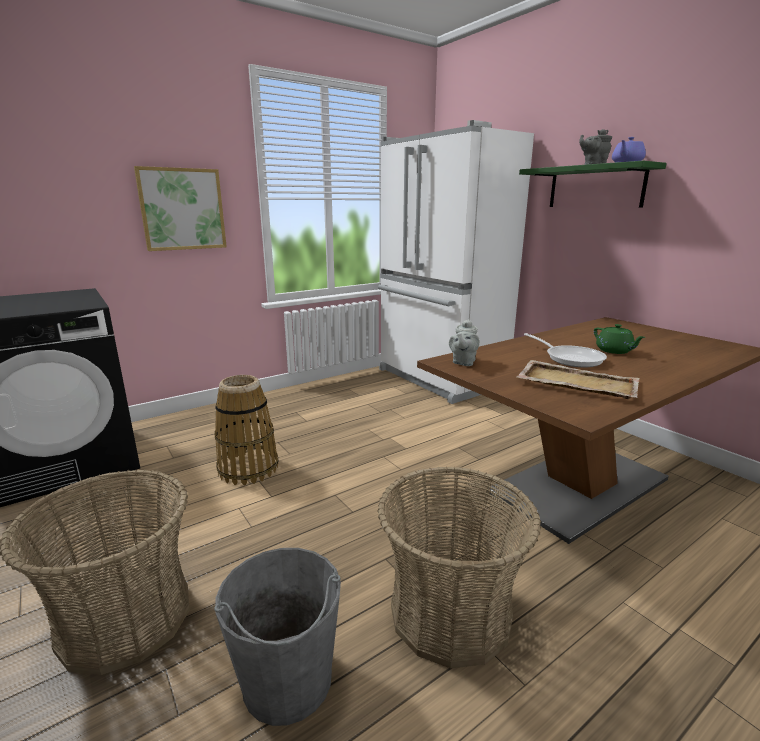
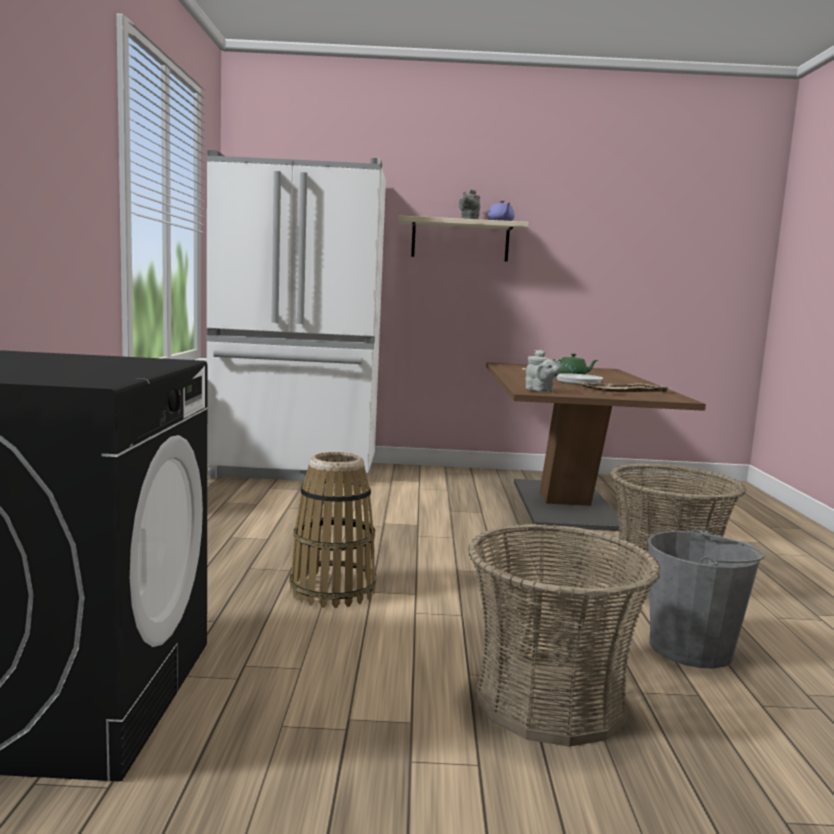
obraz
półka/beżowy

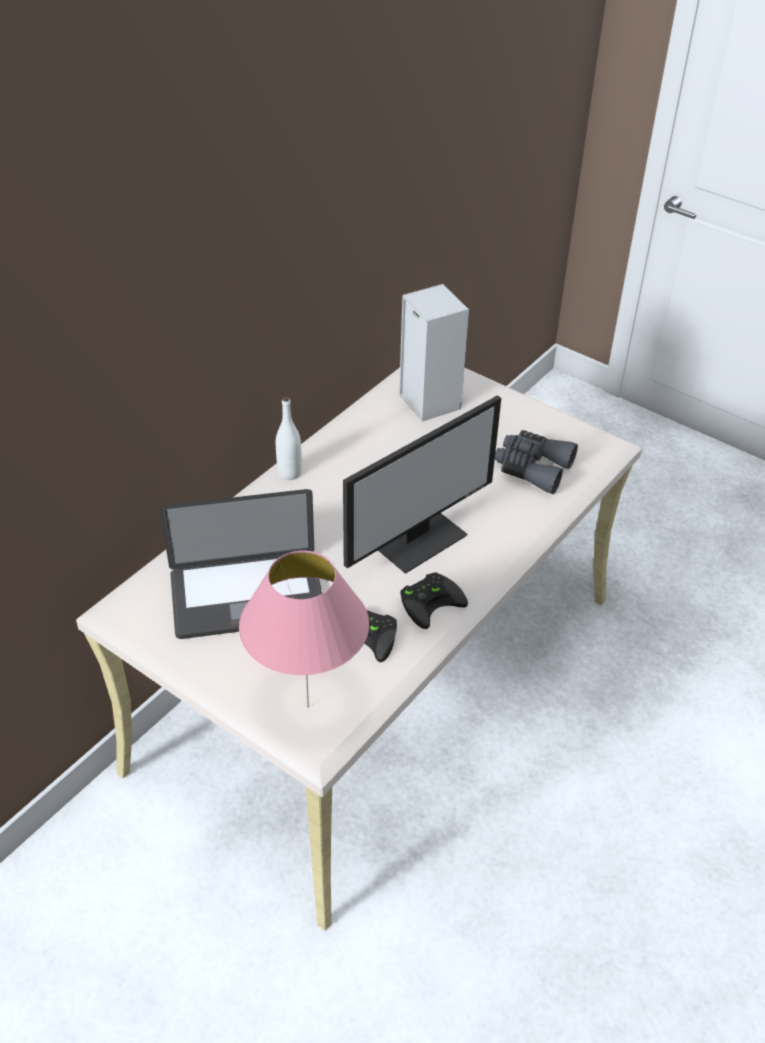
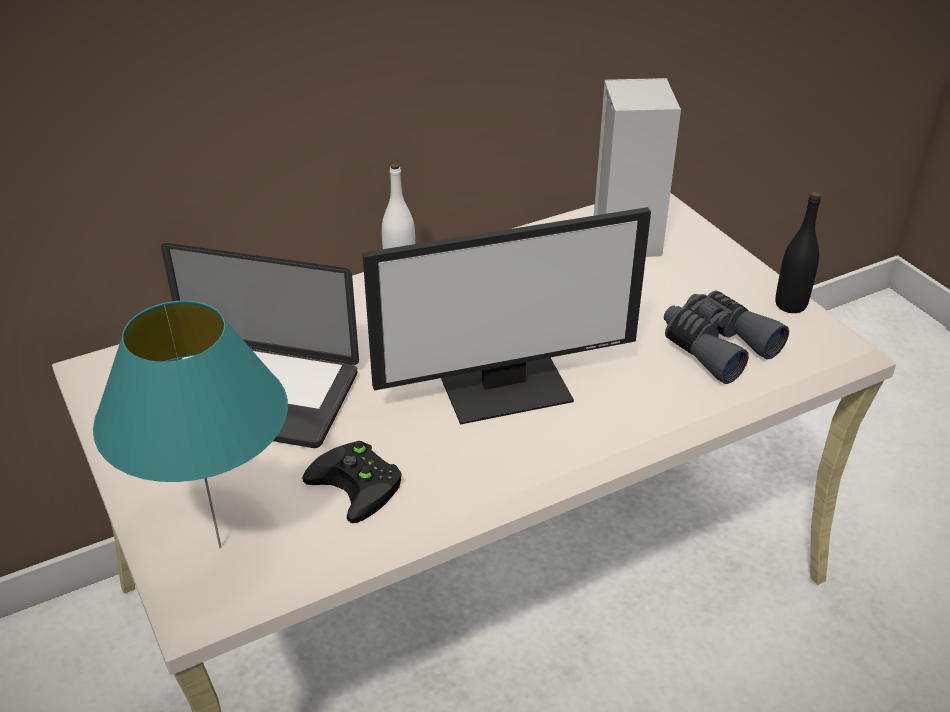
pad do gier/czarny (2nd from left in the first image)
butelka/czarny
lampa stołowa/turkusowy

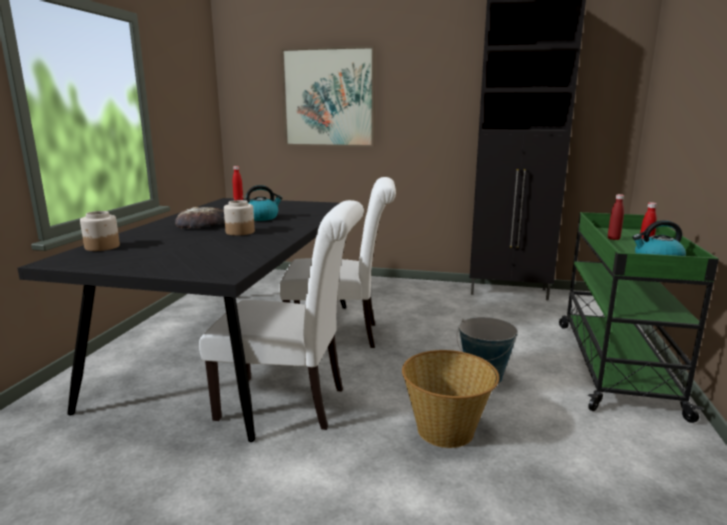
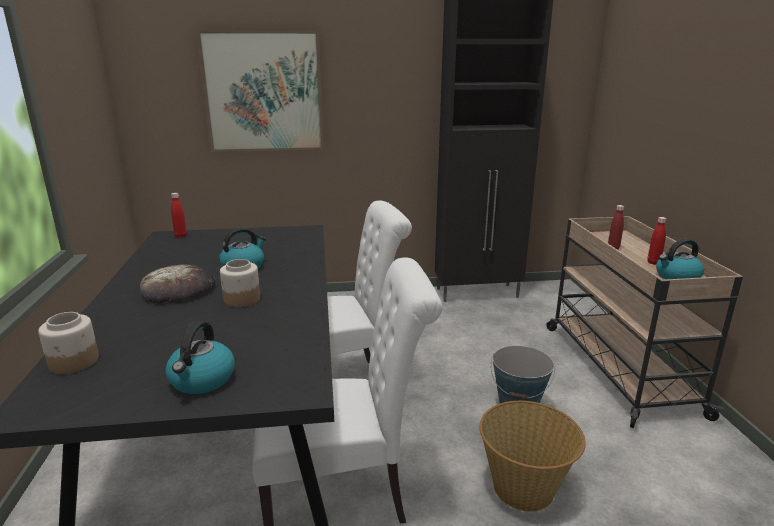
czajnik (1st from left)
wózek/beżowy

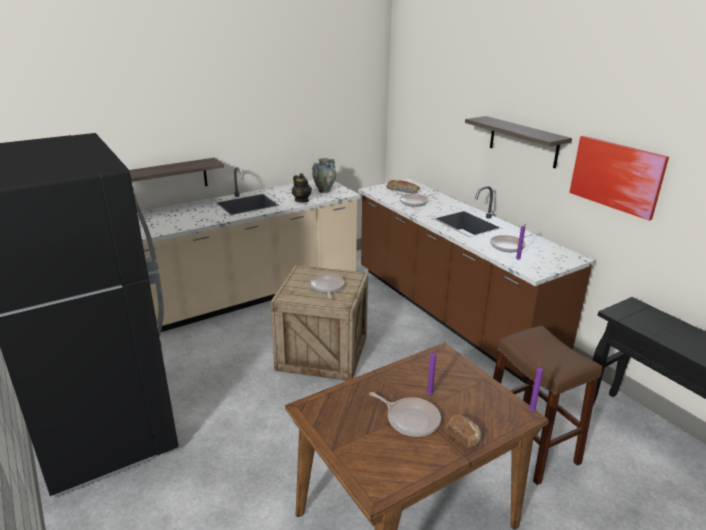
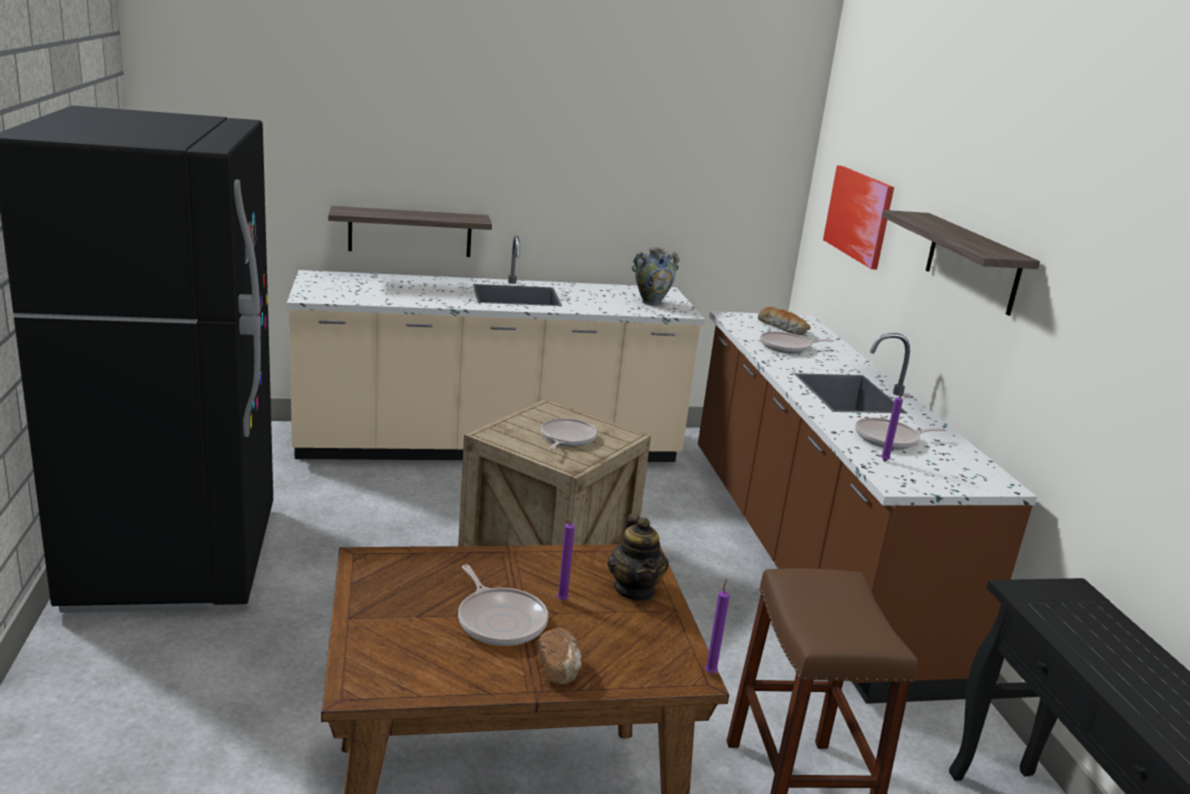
imbryk
obraz

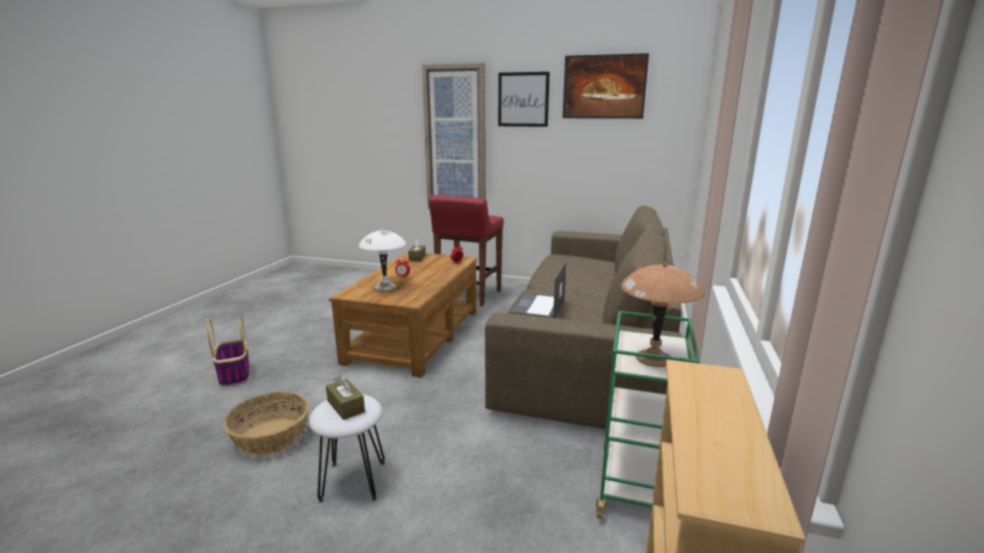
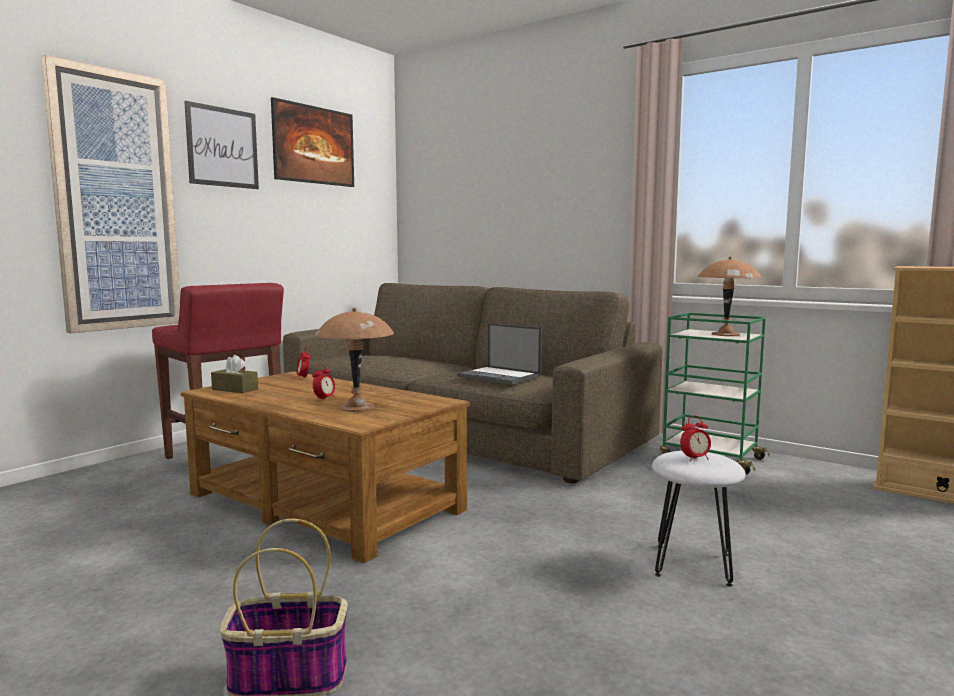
koszyk (2nd from left in the first image)
budzik (3rd from left)
lampa stołowa/brązowy (1st from left)

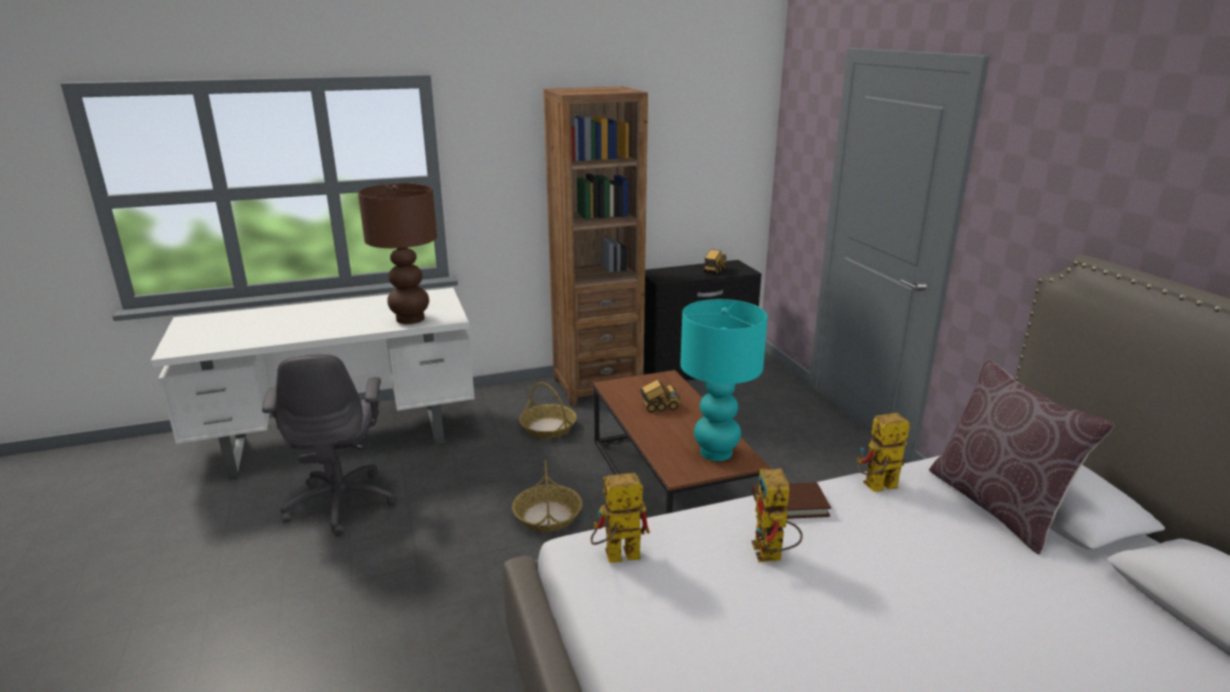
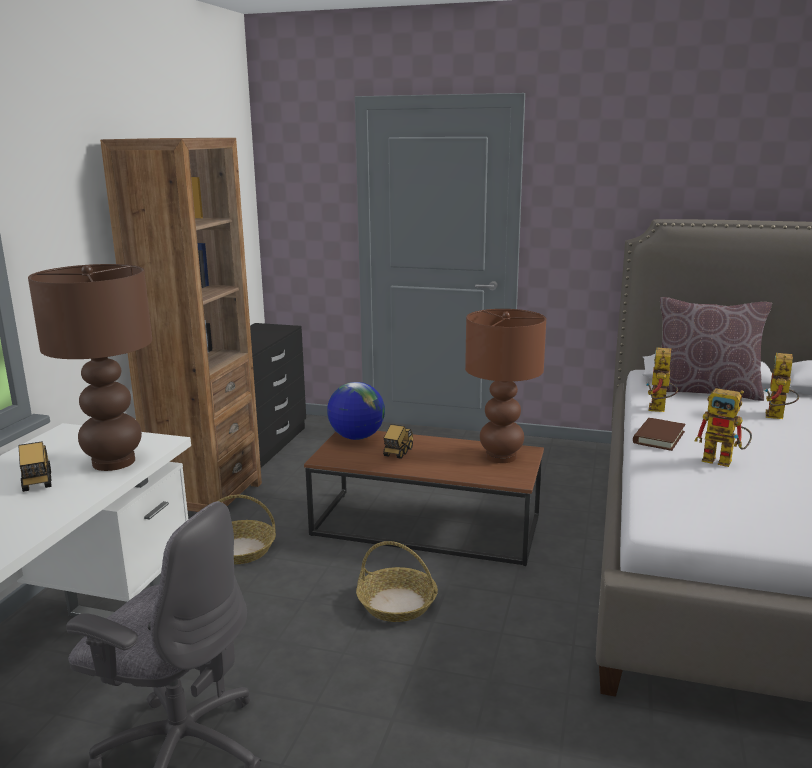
globus
robot zabawkowy (3rd from left)
ciężarówka zabawkowa (1st from left)
lampa stołowa/brązowy (2nd from left)

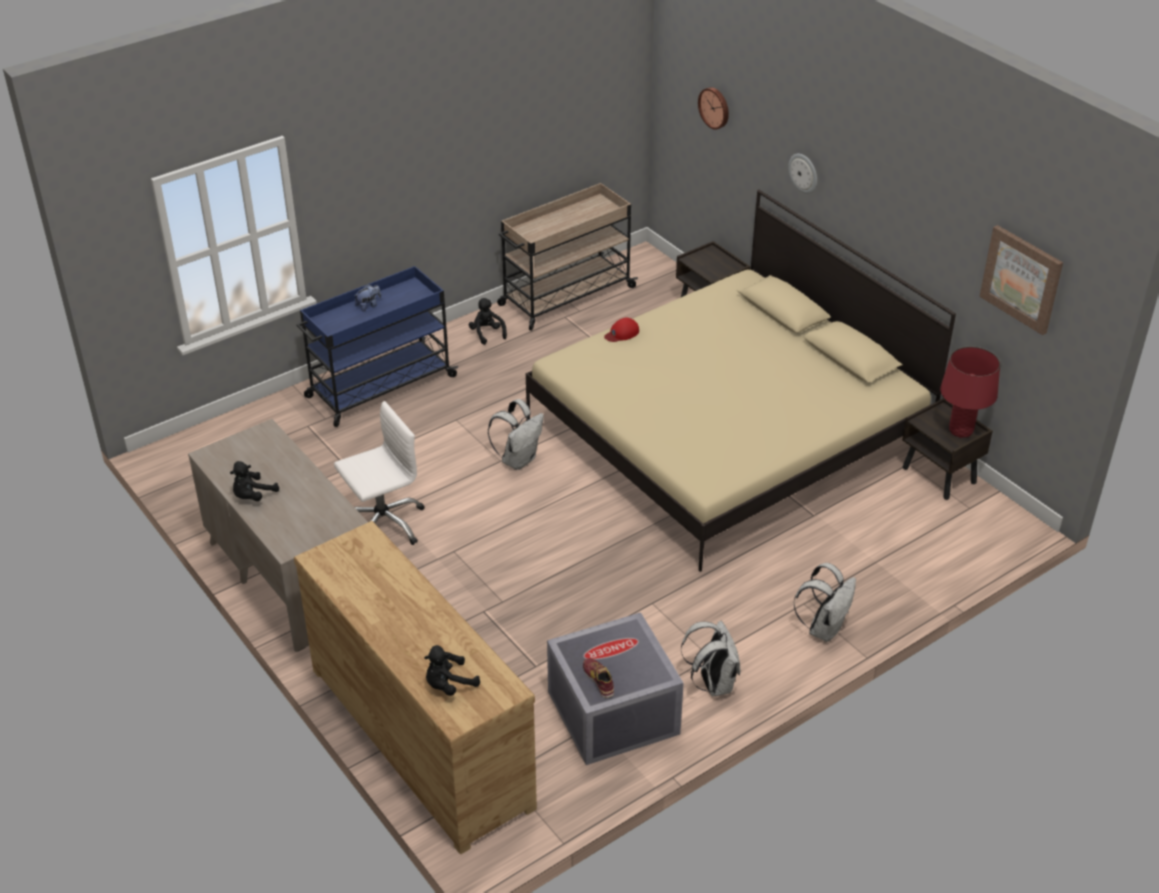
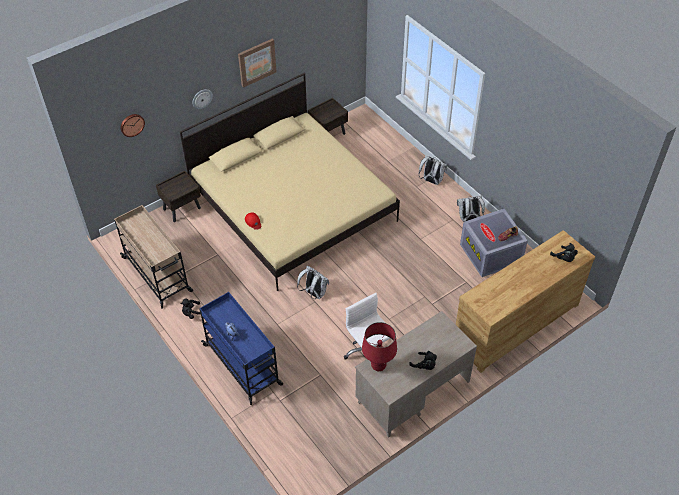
lampa stołowa/czerwony
obraz

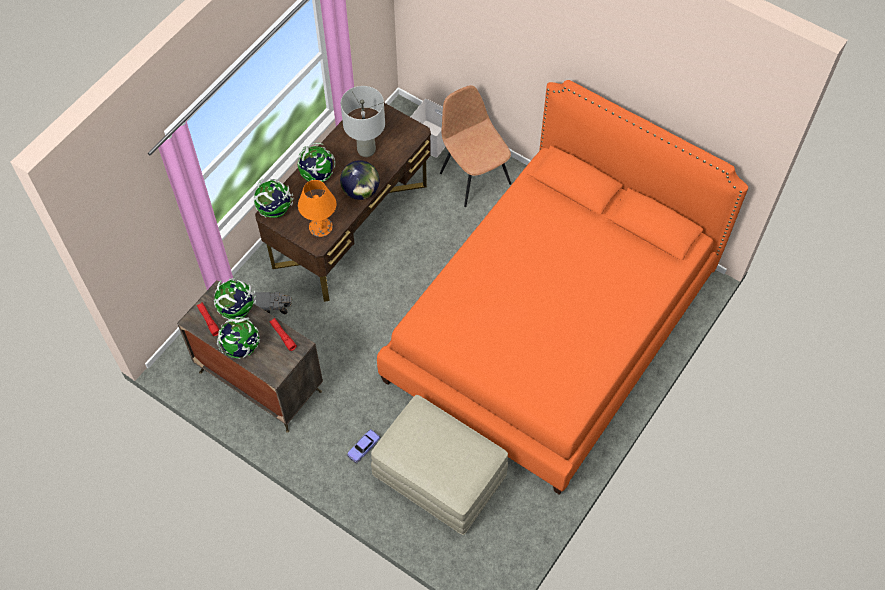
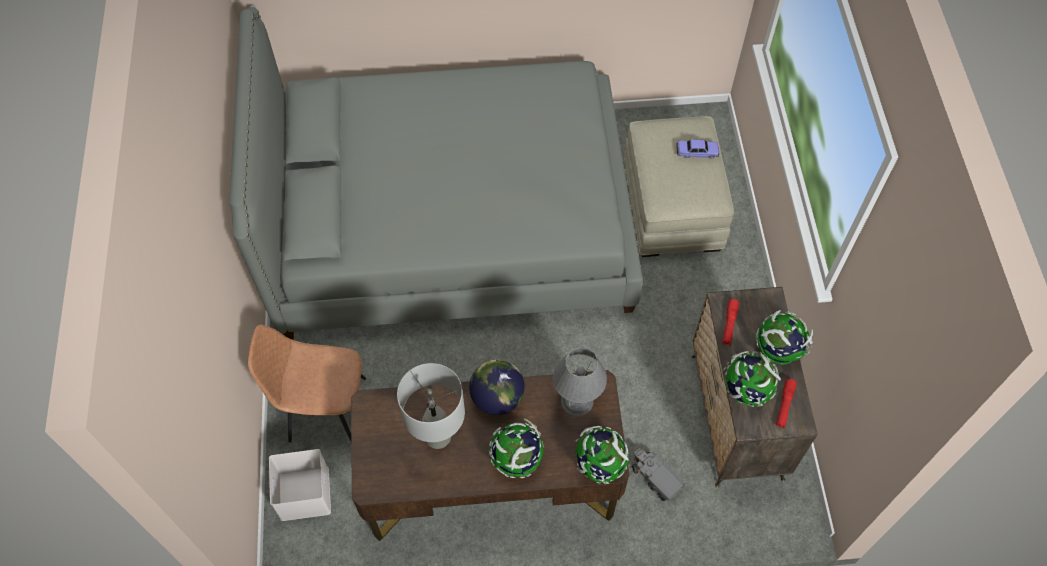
samochodzik
lampa stołowa/szary (2nd from left)
łóżko/szary
krzesło/brązowy

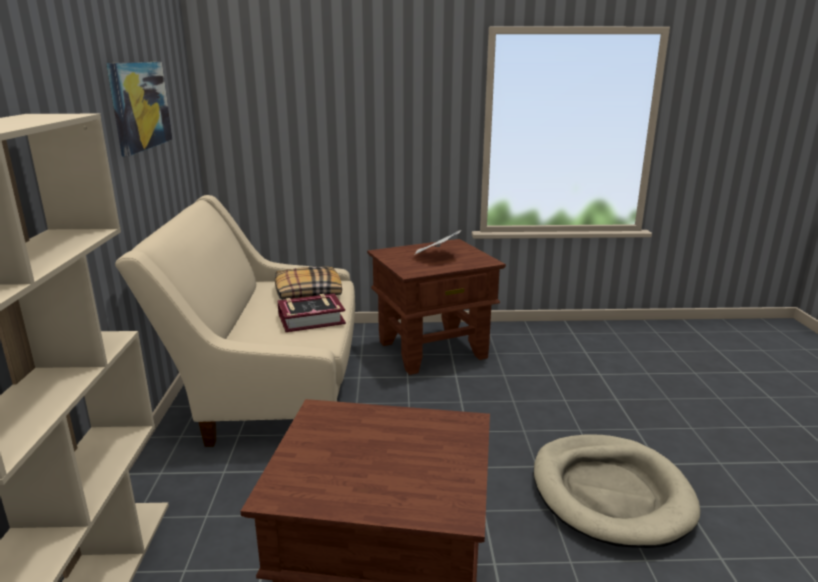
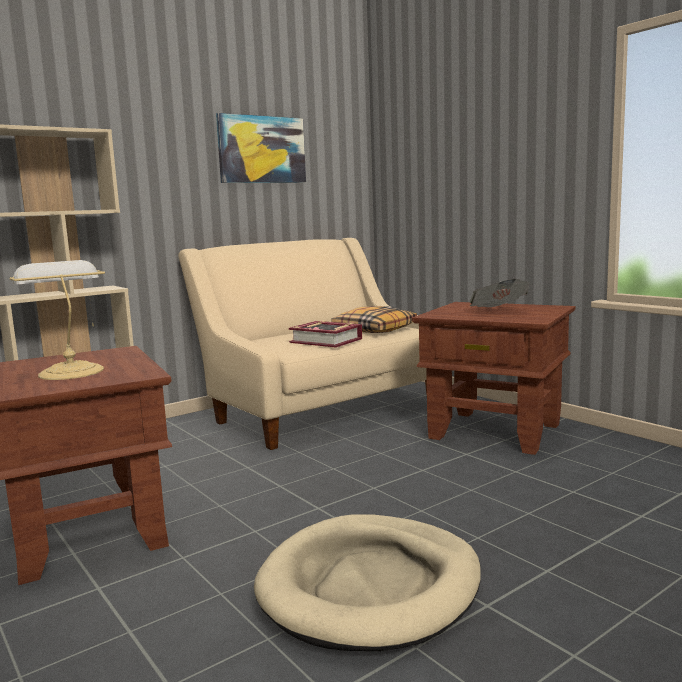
lampa stołowa

